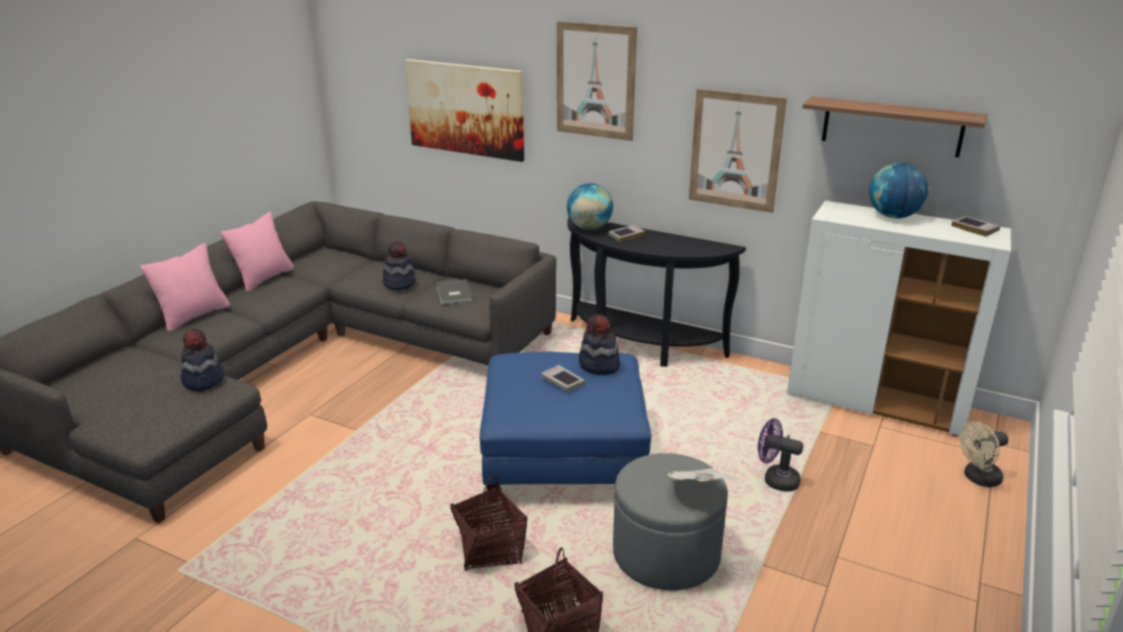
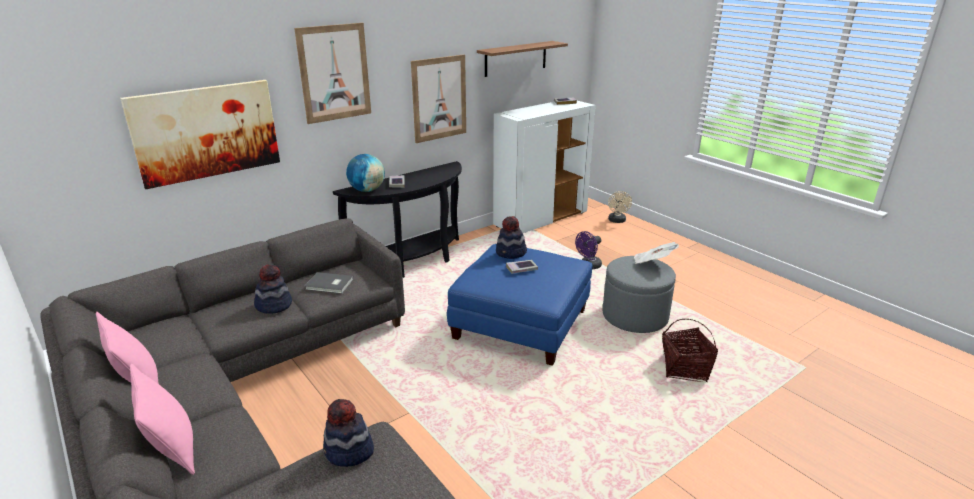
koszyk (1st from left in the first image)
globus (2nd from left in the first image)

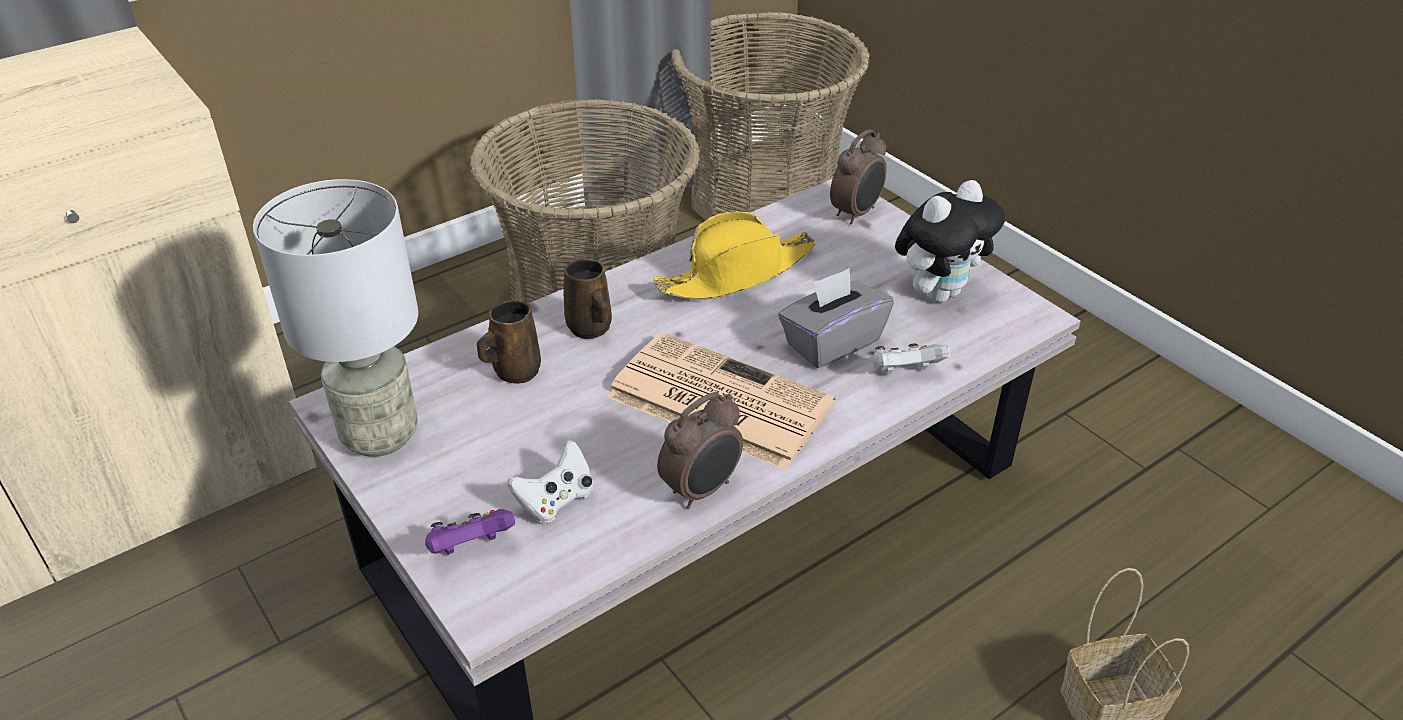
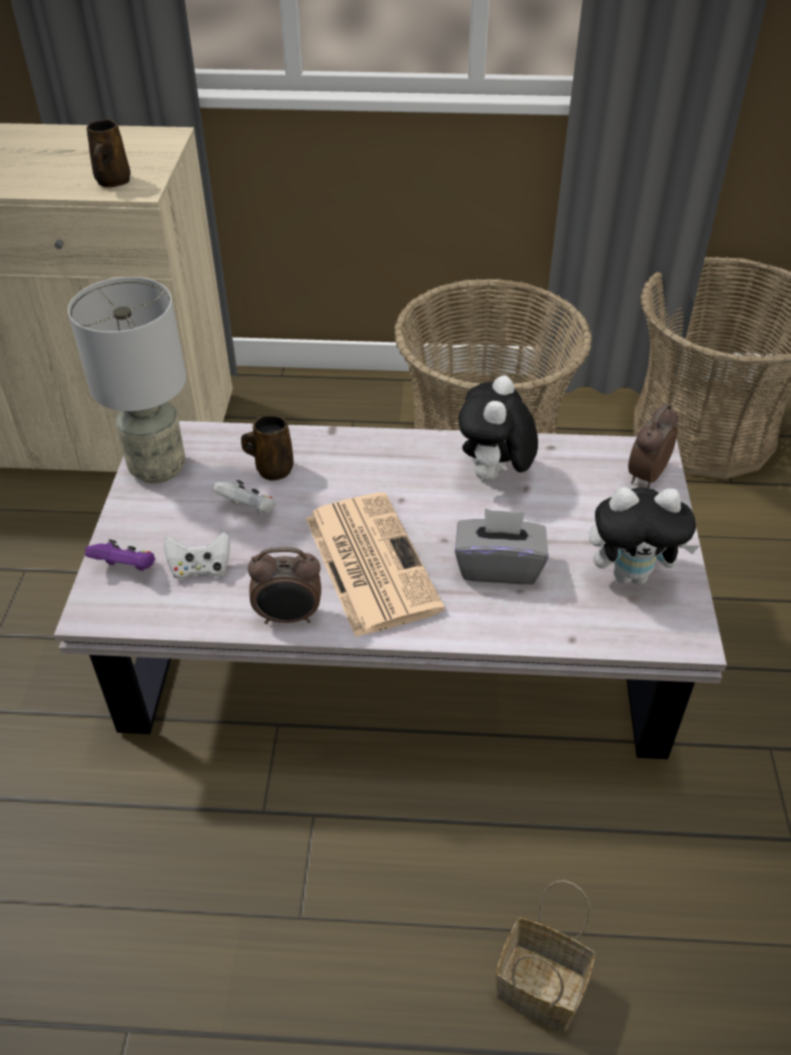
kubek/brązowy (1st from left)
pad do gier/biały (2nd from left)
pluszak (1st from left)
budzik (2nd from left)

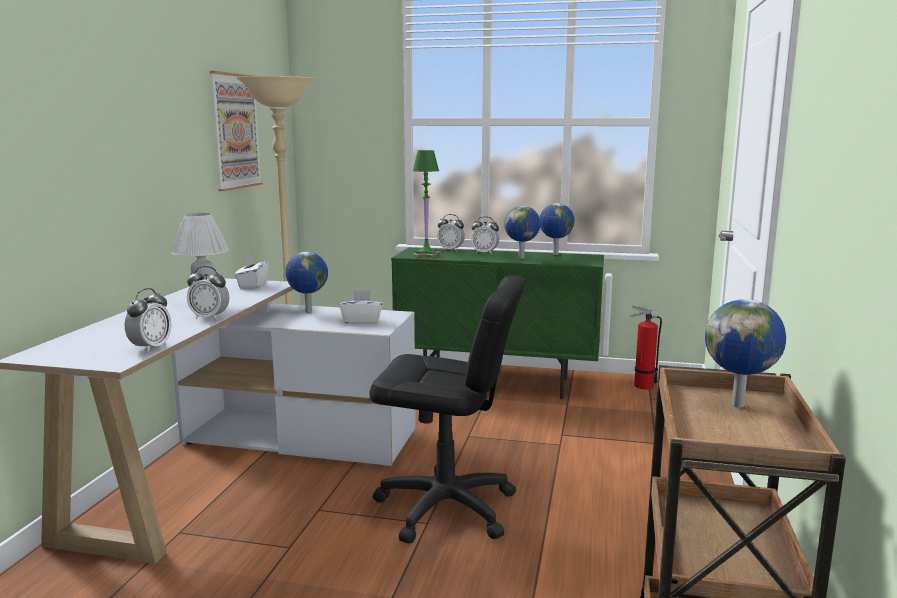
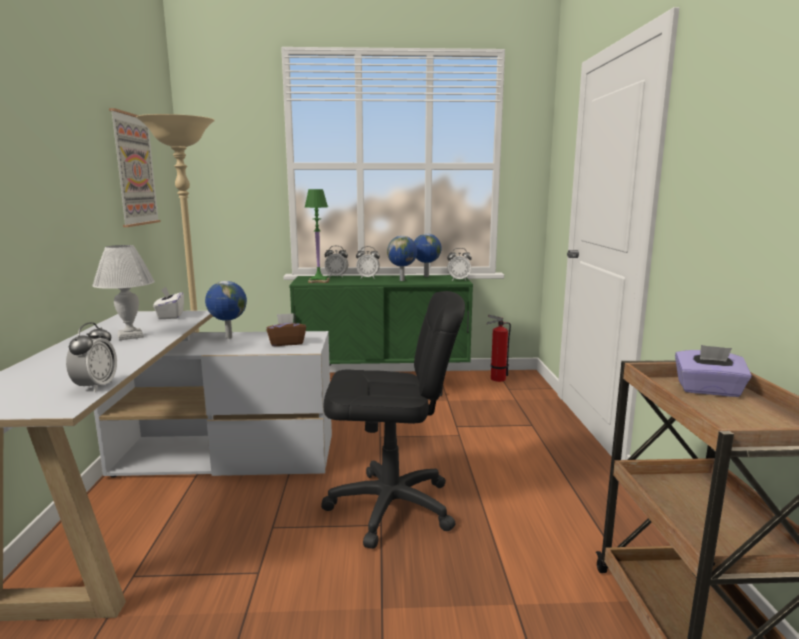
budzik (4th from left)
pudełko chusteczek/fioletowy
pudełko chusteczek/brązowy

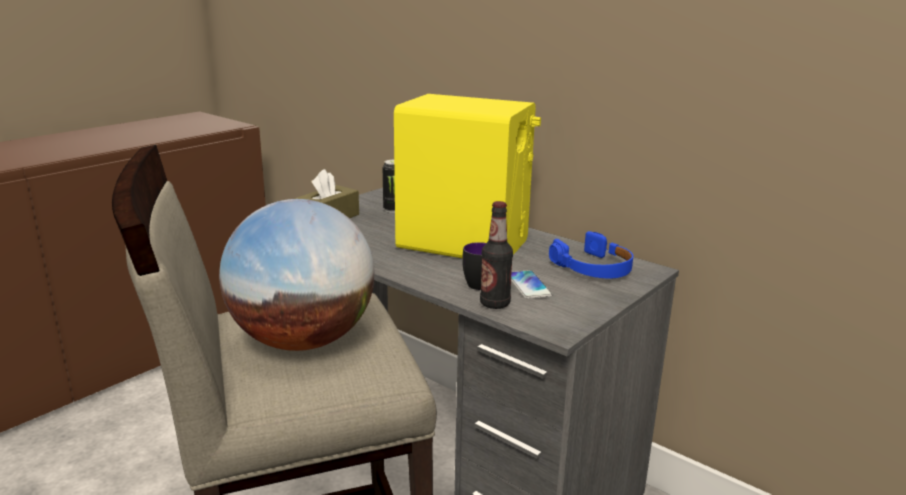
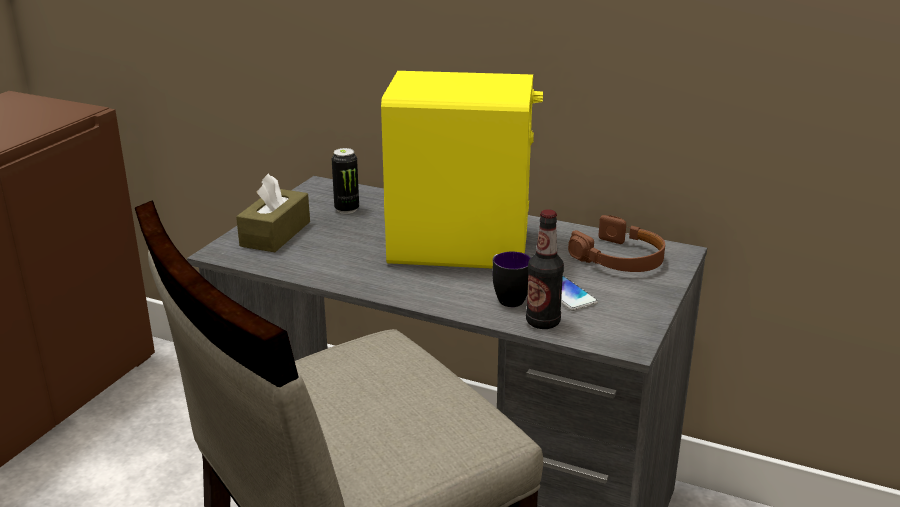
globus
słuchawki/brązowy

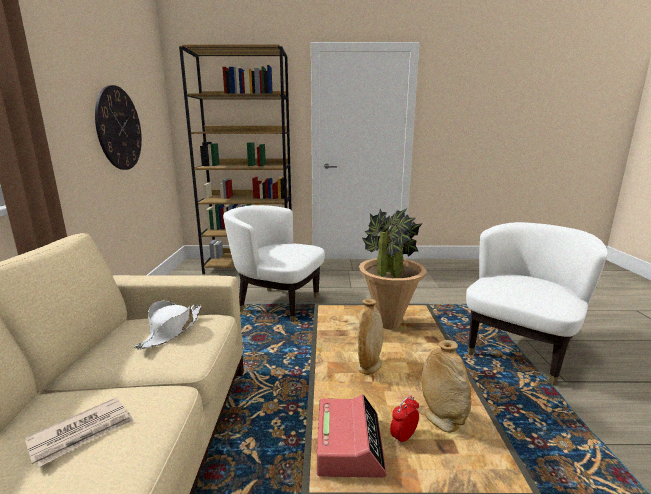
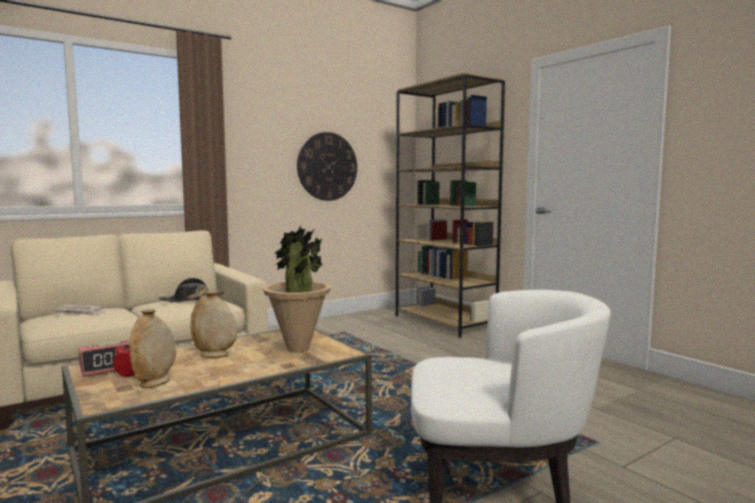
fotel/biały (1st from left in the first image)
kapelusz/czarny

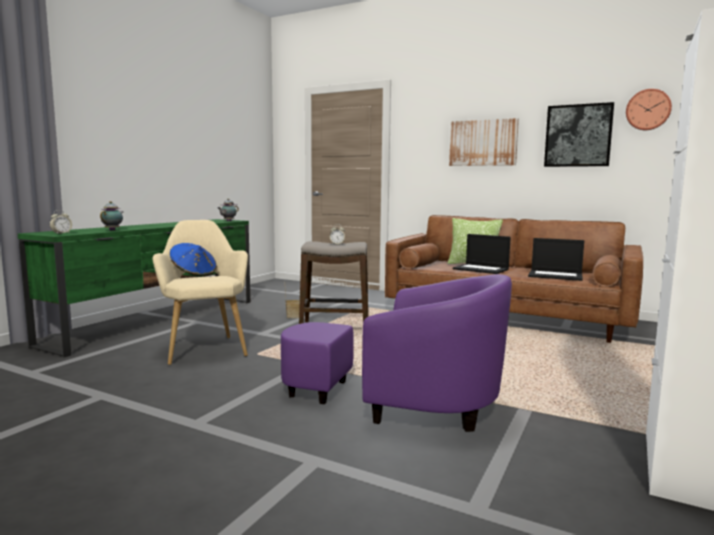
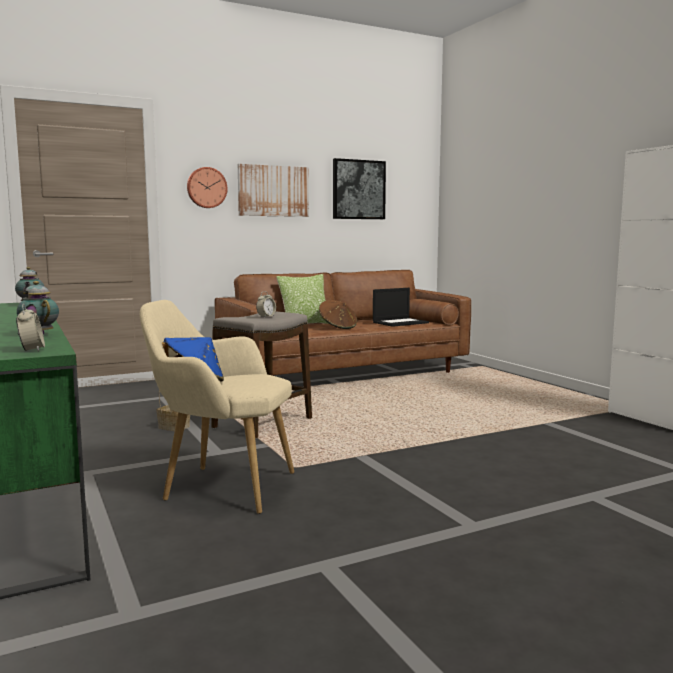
fotel/fioletowy
zegar ścienny
kapelusz/brązowy

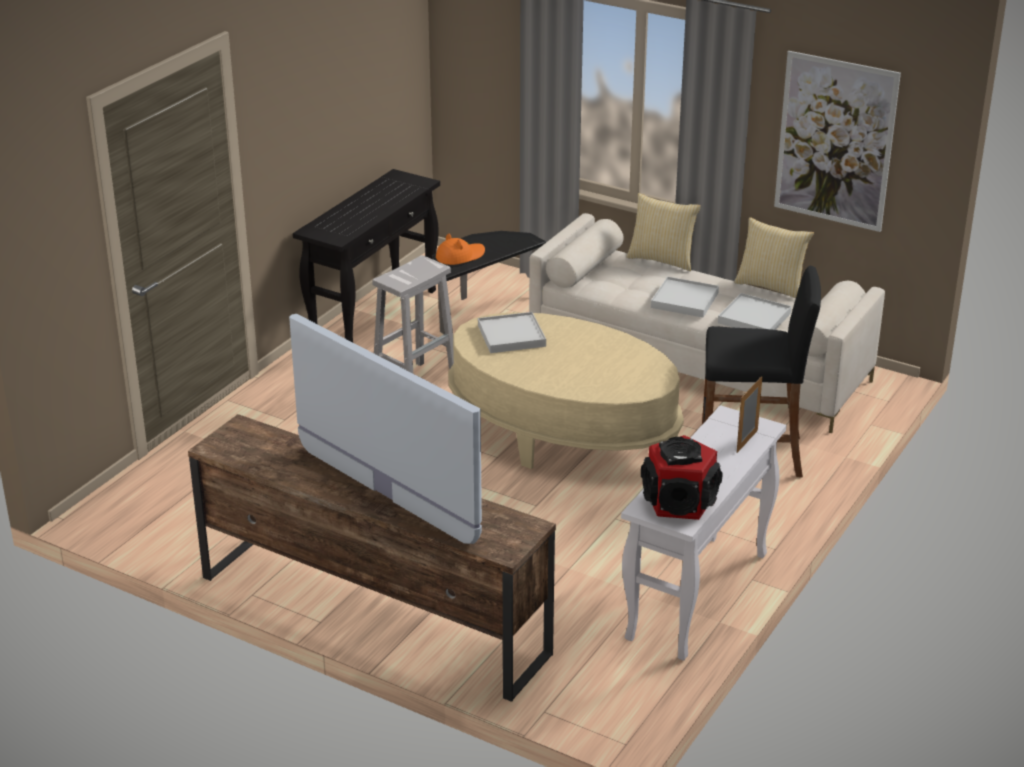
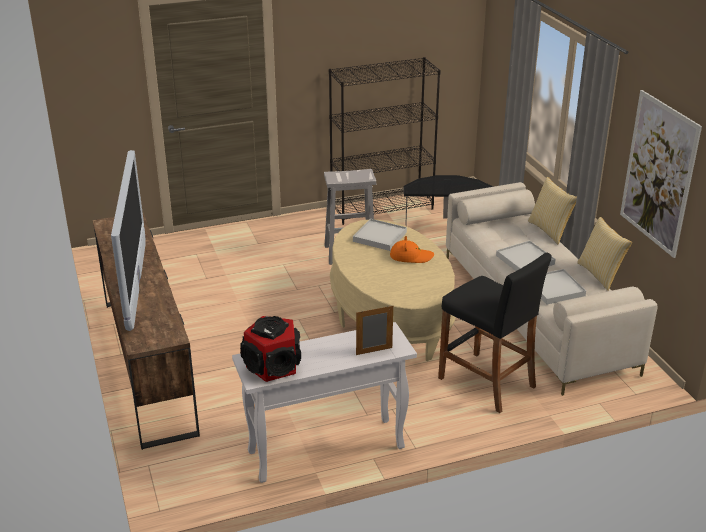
kapelusz/pomarańczowy
regał/czarny

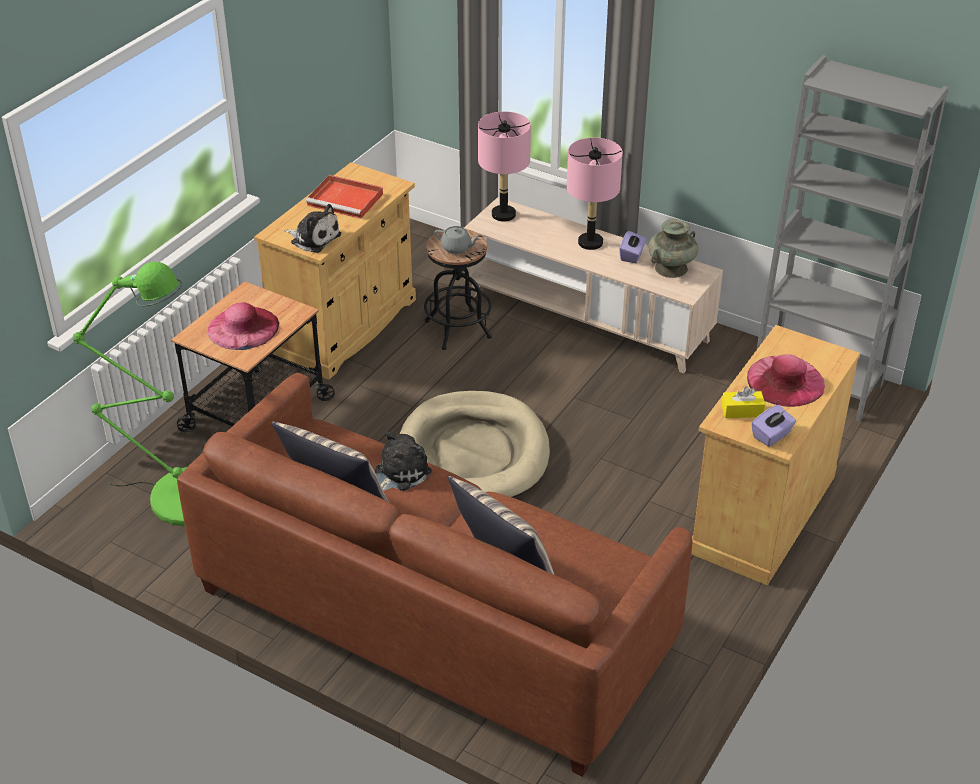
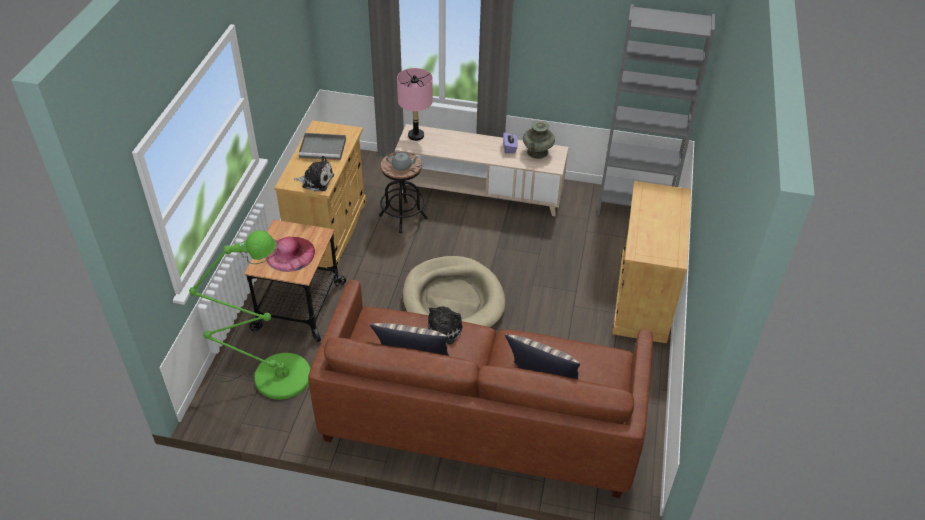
lampa stołowa/różowy (2nd from left in the first image)
pudełko chusteczek/żółty
kapelusz/różowy (2nd from left in the first image)
pudełko chusteczek/fioletowy (2nd from left in the first image)
taca/szary

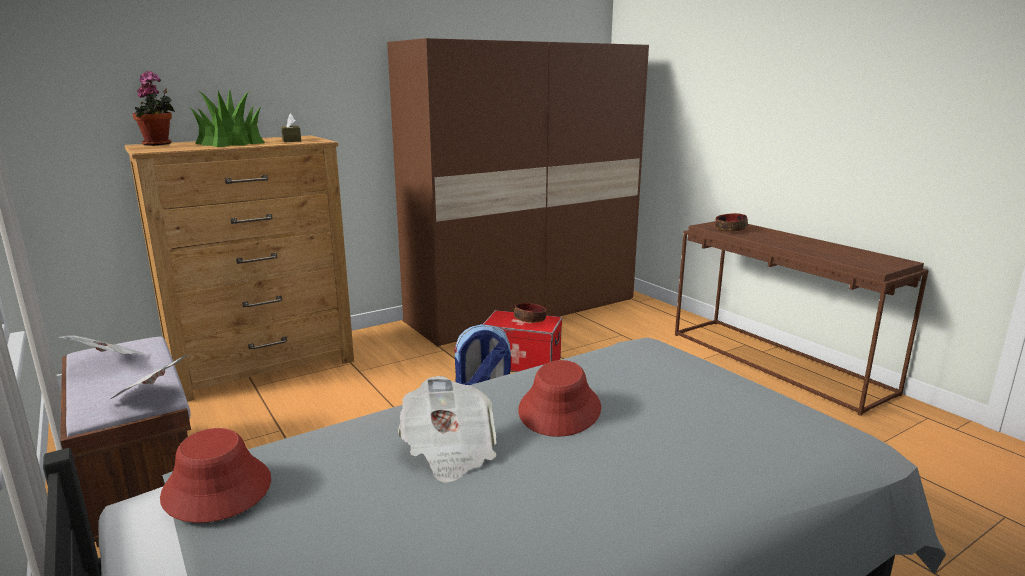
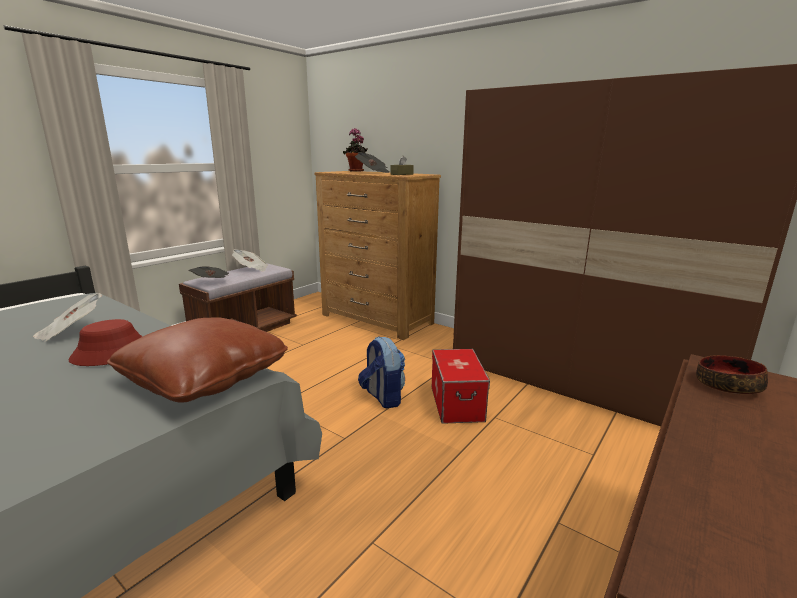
kapelusz/czerwony (1st from left in the first image)
miska (1st from left in the first image)
poduszka/brązowy
gazeta (4th from left)

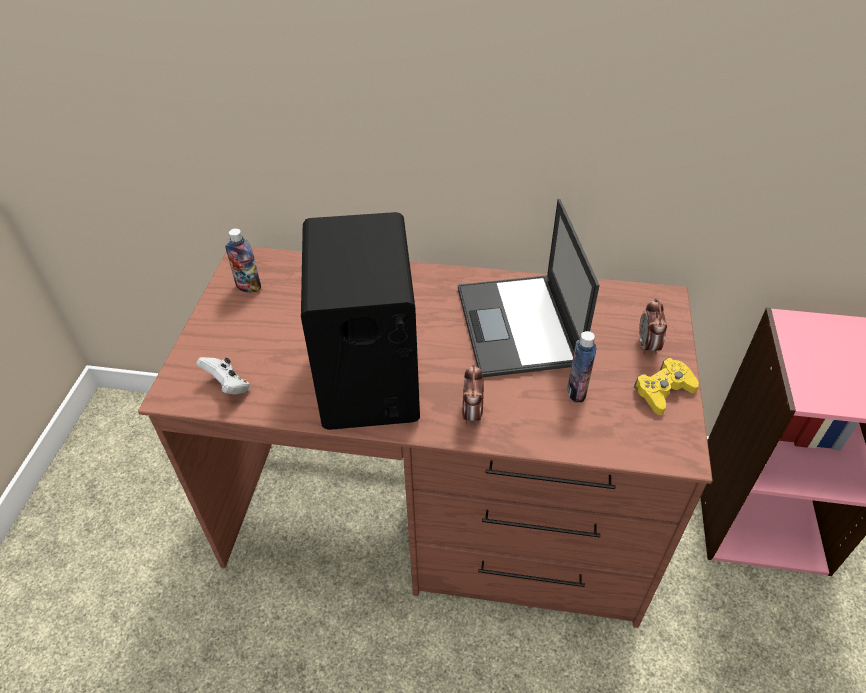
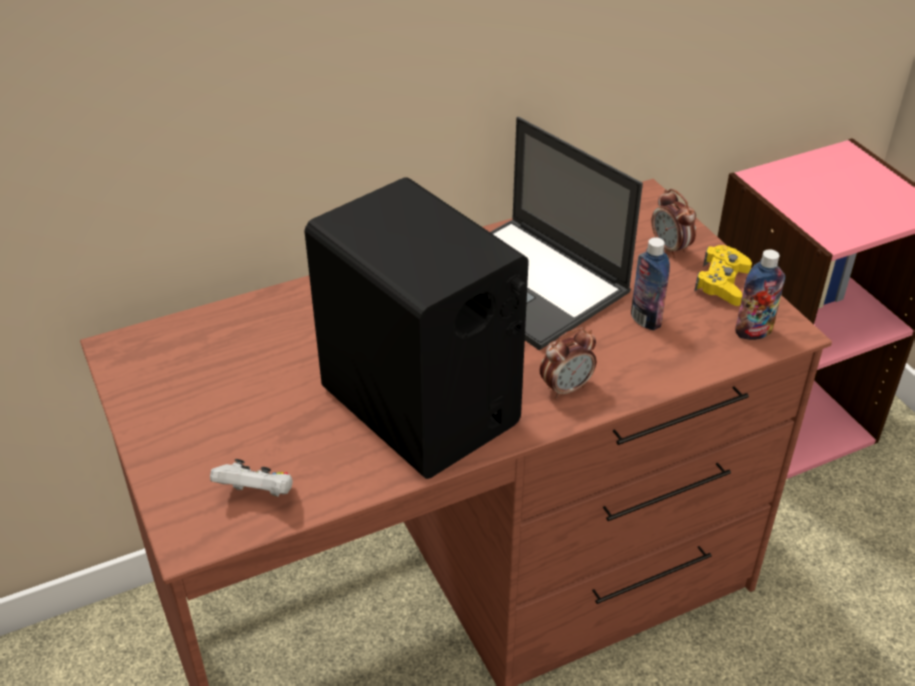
butelka (2nd from left)
budzik (1st from left)

